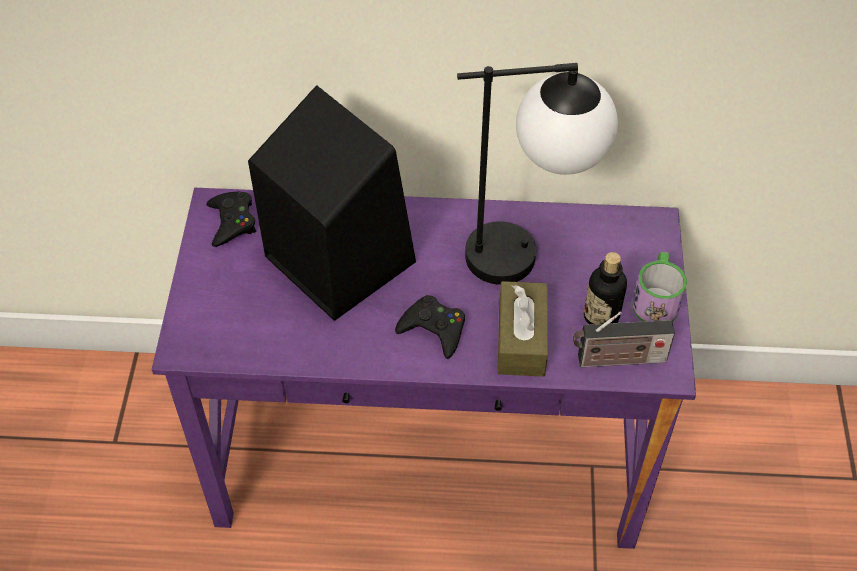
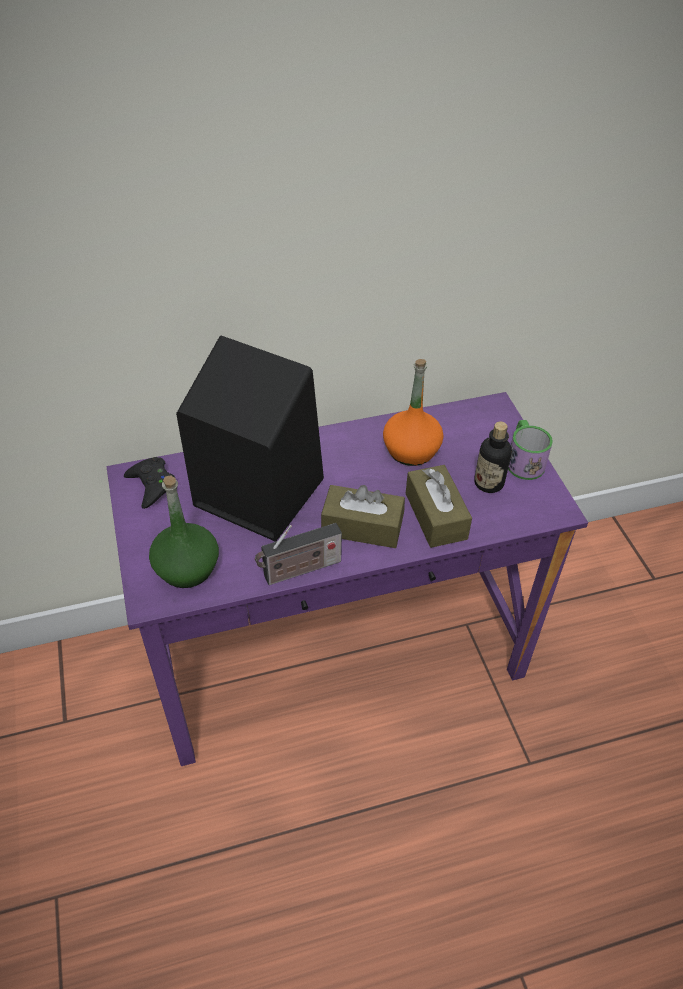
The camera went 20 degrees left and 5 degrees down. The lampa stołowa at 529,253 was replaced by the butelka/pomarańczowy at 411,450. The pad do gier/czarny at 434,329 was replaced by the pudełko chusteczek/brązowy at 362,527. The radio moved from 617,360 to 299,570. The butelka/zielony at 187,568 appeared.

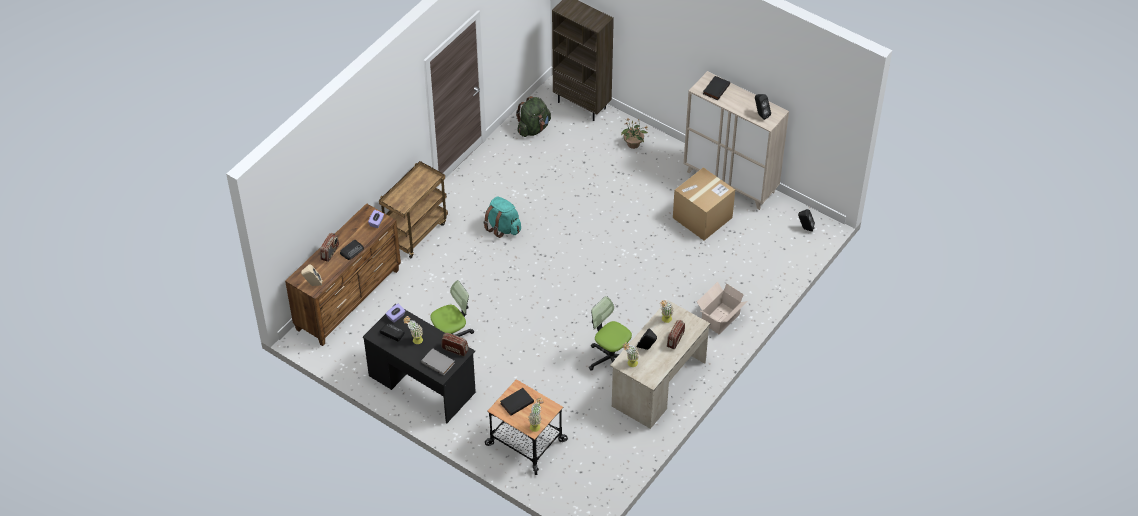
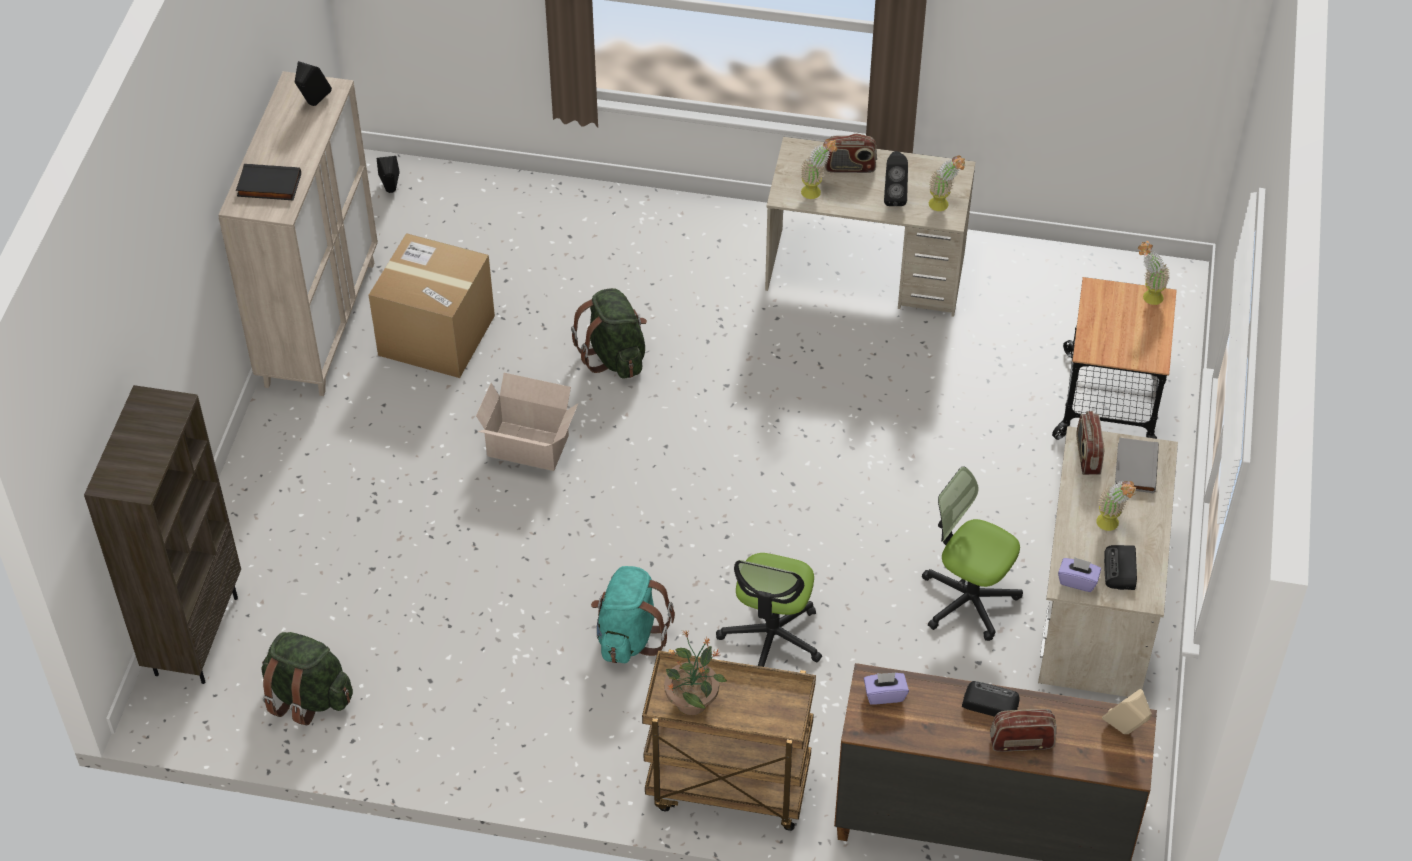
The camera went 115 degrees left and 0 degrees up. The roślina doniczkowa moved from 633,144 to 692,700. The karton moved from 719,319 to 530,447. The krzesło biurowe moved from 610,358 to 771,637. The biurko/czarny at 422,384 became the biurko/beżowy at 1097,604. The książka/czarny at 516,402 disappeared. The plecak/zielony at 614,356 appeared.

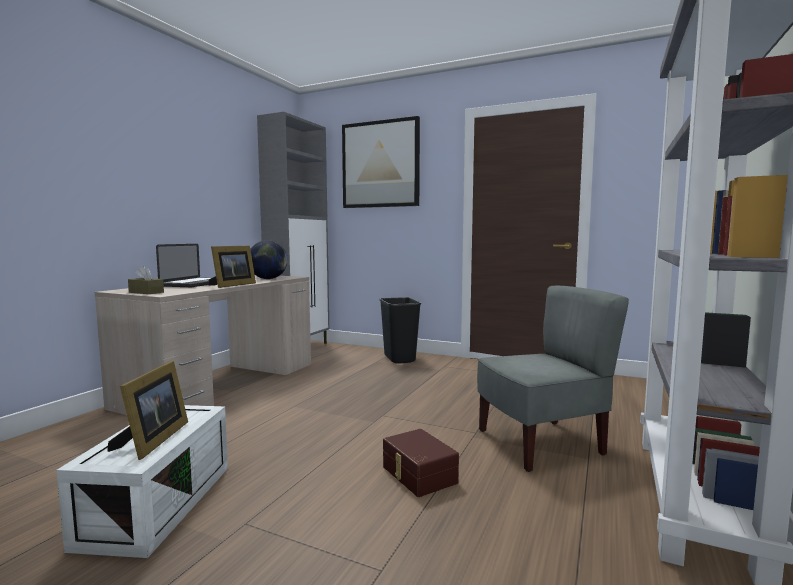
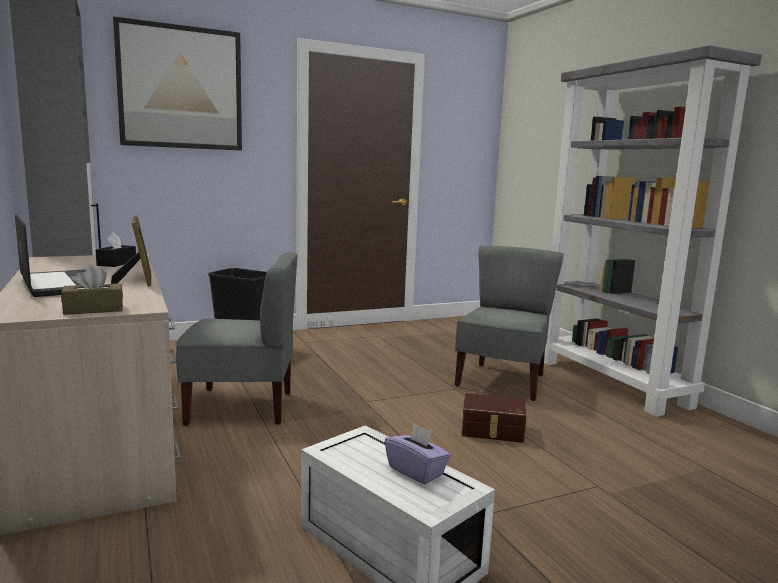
The camera went 50 degrees left and 5 degrees up. The globus at 268,279 was replaced by the pudełko chusteczek/czarny at 117,263. The ramka na zdjęcie at 153,440 was replaced by the pudełko chusteczek/fioletowy at 416,471. The krzesło/szary at 241,407 appeared.

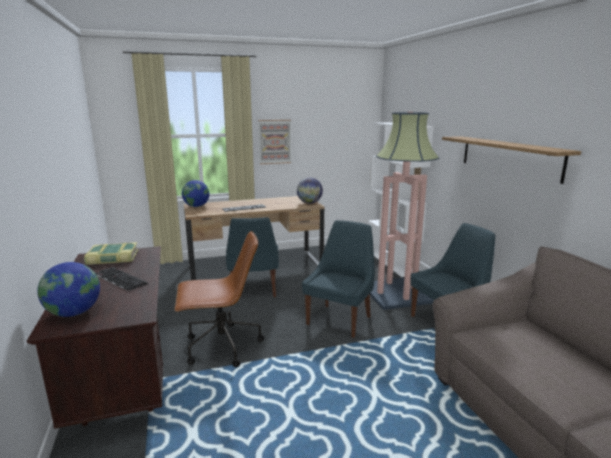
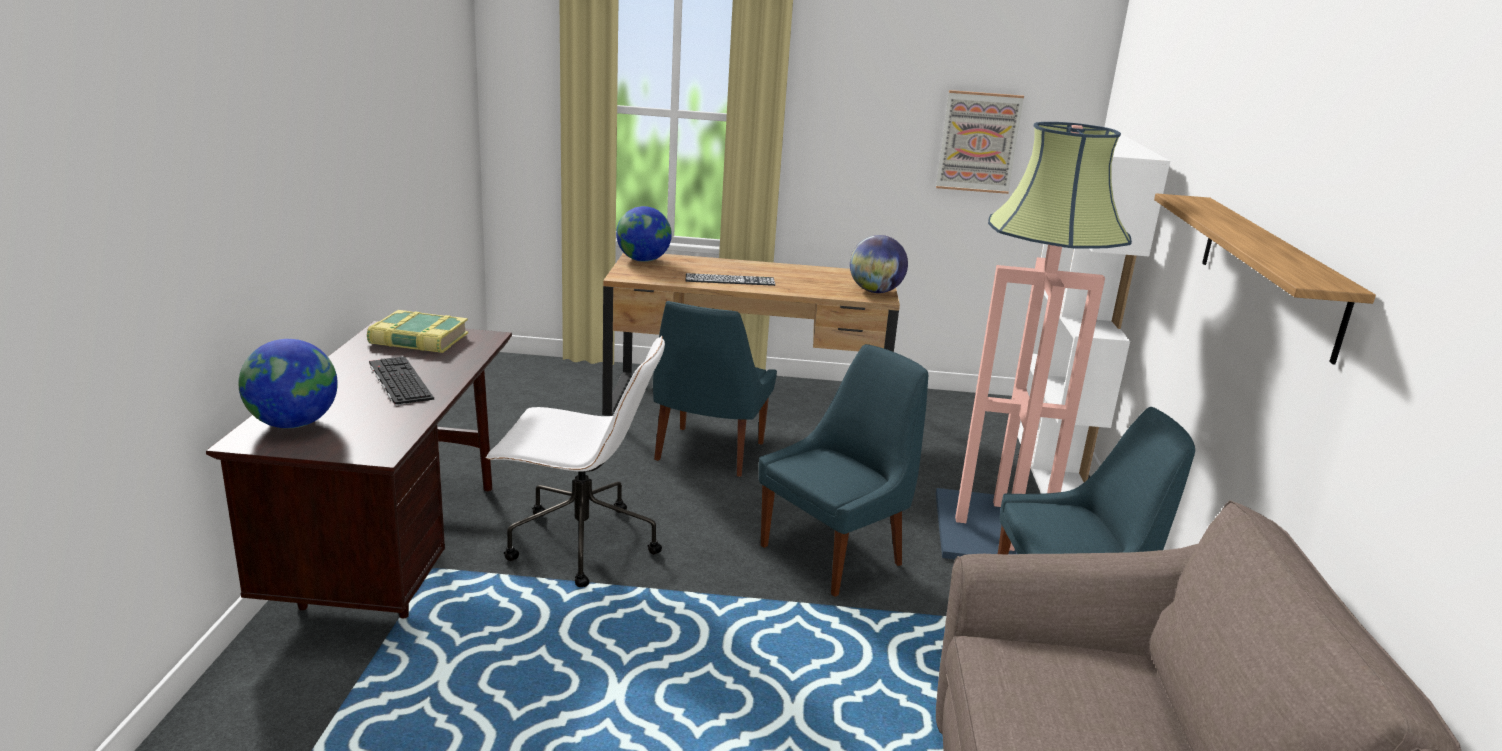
The camera went 20 degrees right and 5 degrees up. The obraz moved from 275,141 to 978,142. The krzesło biurowe/brązowy at 221,346 became the krzesło biurowe/biały at 579,544.

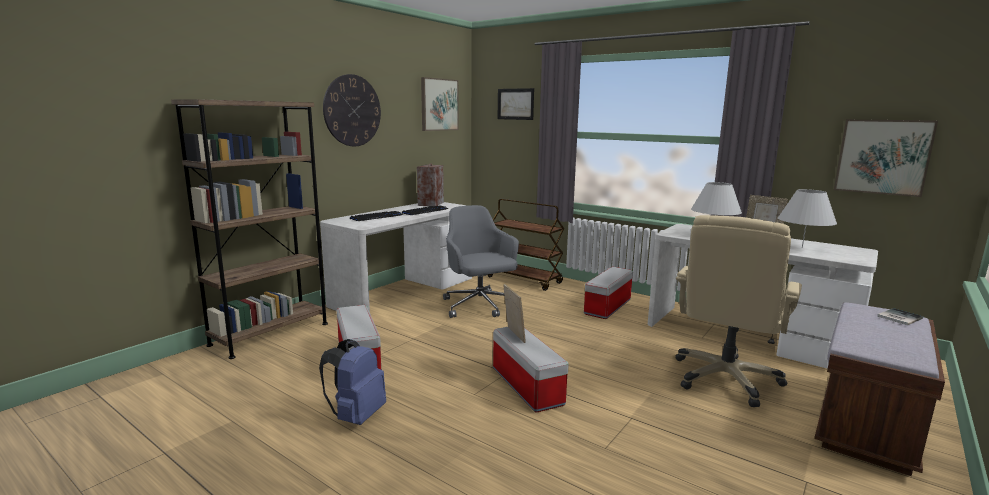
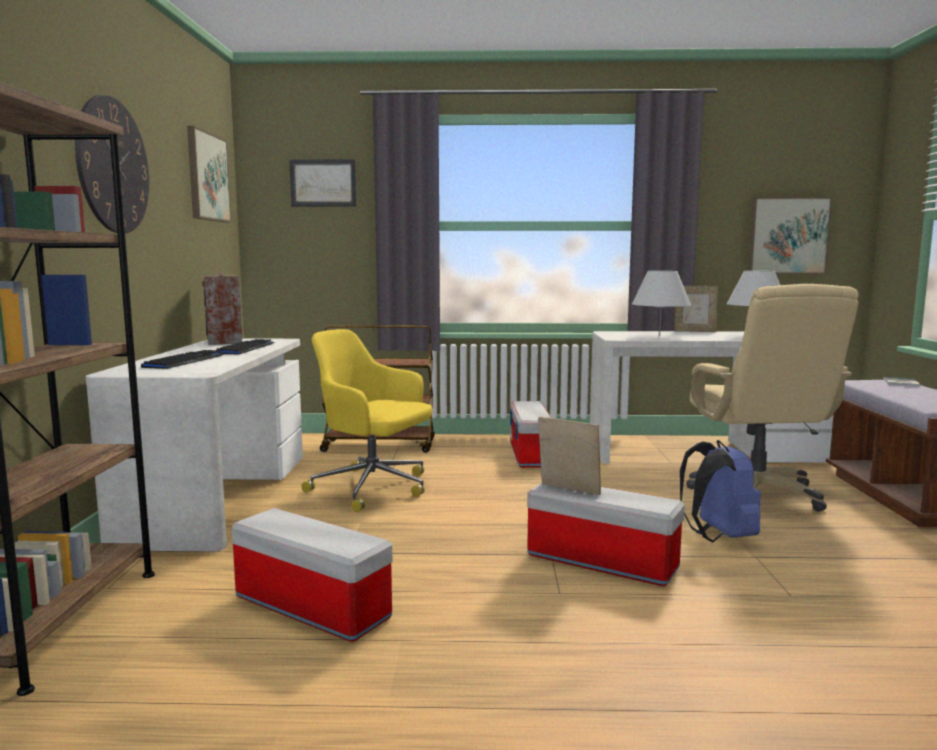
The camera went 35 degrees left and 5 degrees down. The krzesło biurowe/szary at 479,306 became the krzesło biurowe/żółty at 373,488. The plecak/niebieski moved from 356,416 to 718,536.

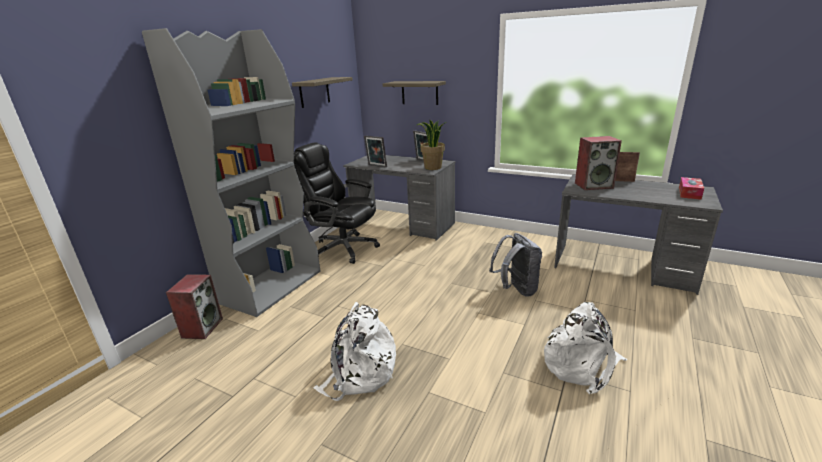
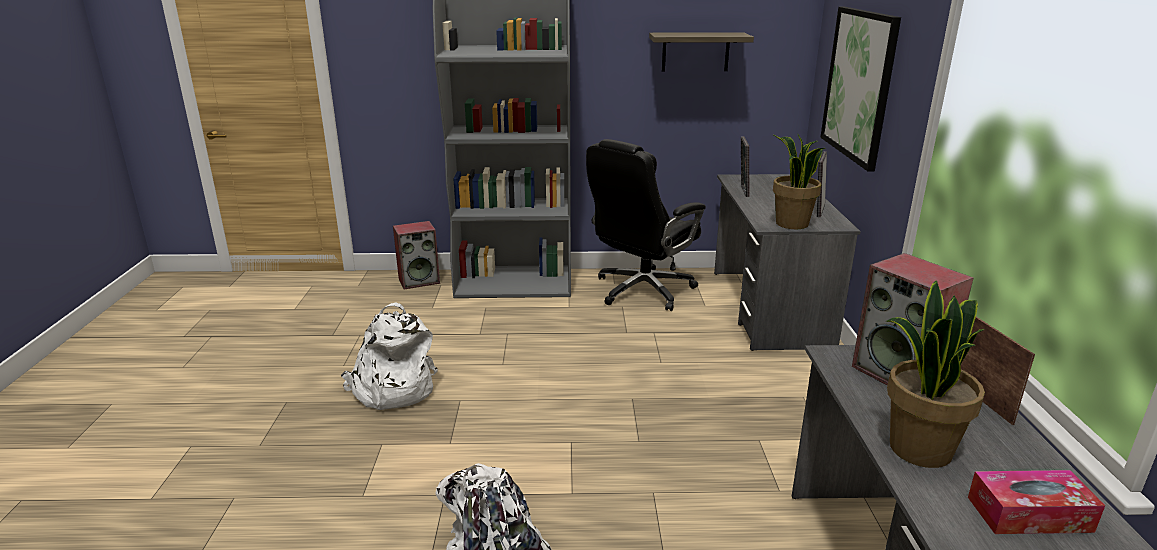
The camera went 60 degrees right and 0 degrees up. The półka at 419,92 was replaced by the obraz at 859,85. The krzesło biurowe/czarny at 343,248 turned 135 degrees counterclockwise. The plecak/szary at 516,290 disappeared. The roślina doniczkowa at 918,449 appeared.

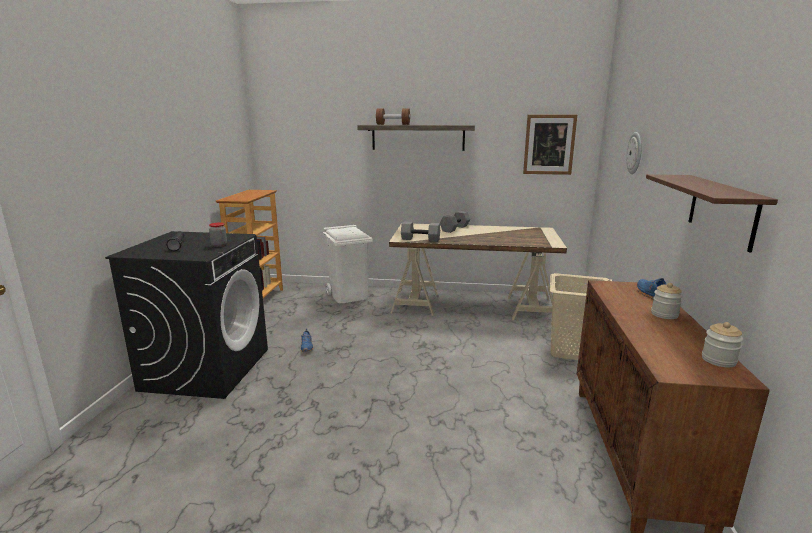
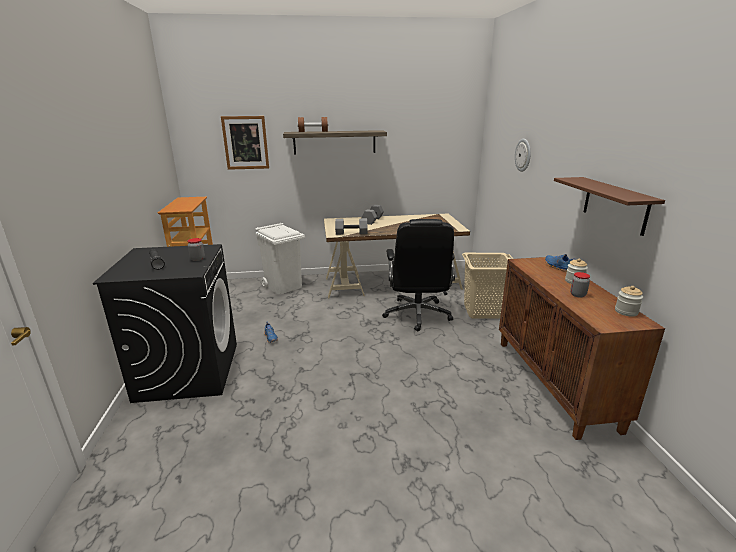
The camera went 15 degrees left and 5 degrees up. The obraz moved from 549,144 to 245,143. The krzesło biurowe/czarny at 417,315 appeared. The słoik at 578,295 appeared.

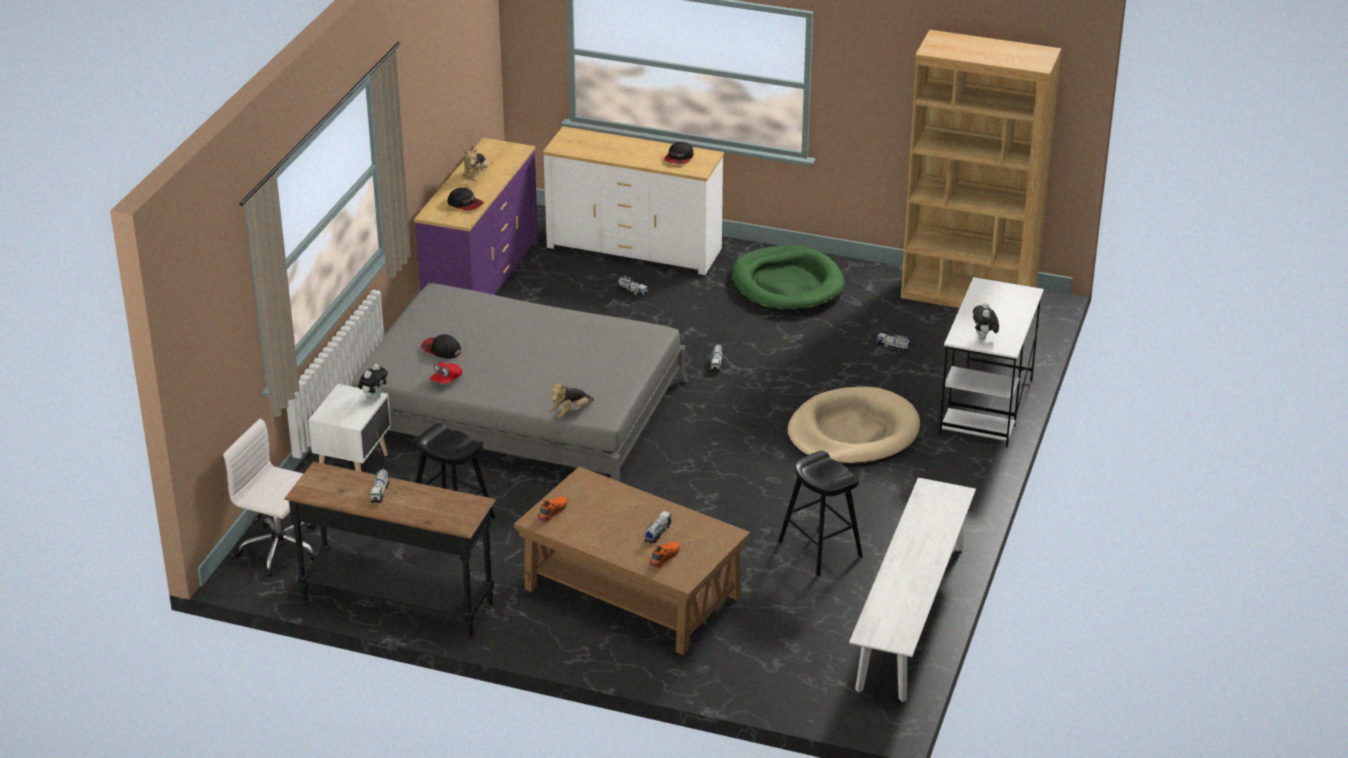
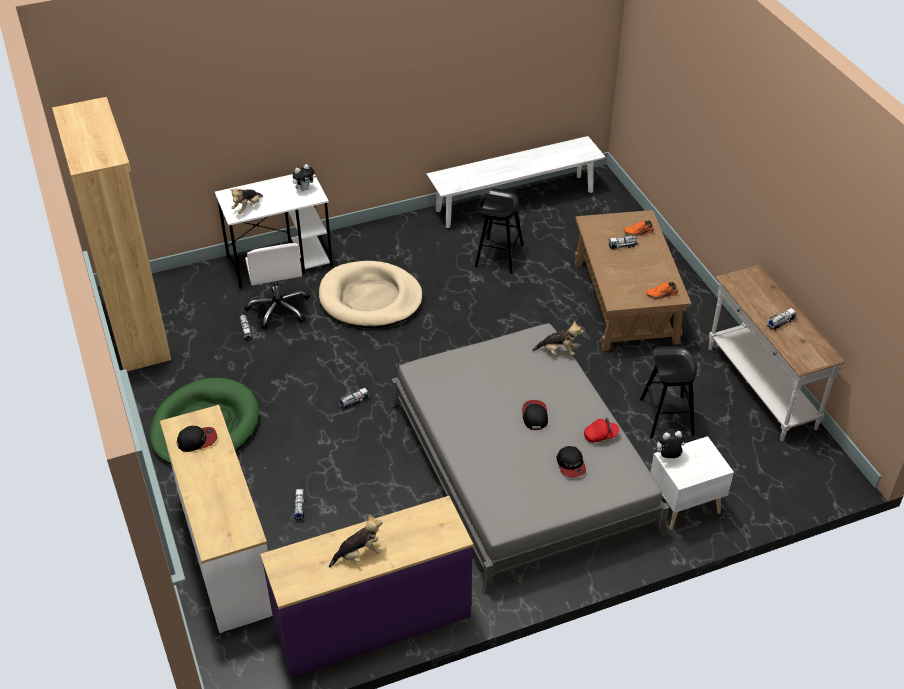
The camera went 130 degrees left and 10 degrees up. The czapka z daszkiem moved from 465,204 to 534,416. The krzesło biurowe/biały moved from 281,549 to 279,308. The stolik konsolowy/czarny at 398,600 became the stolik konsolowy/biały at 759,388. The pluszak at 247,208 appeared.

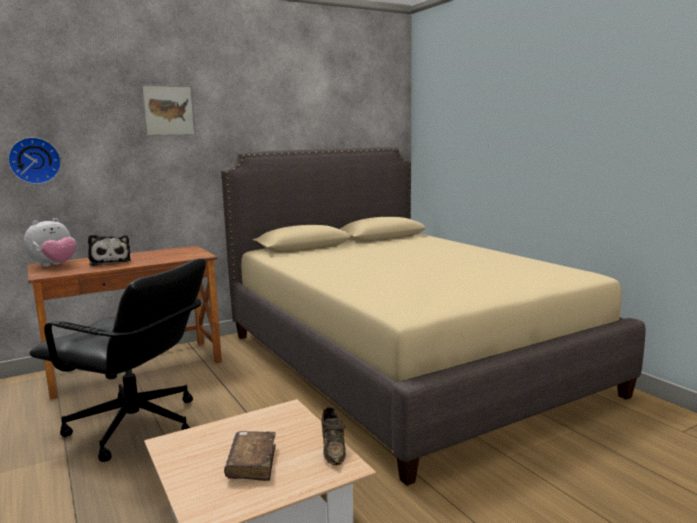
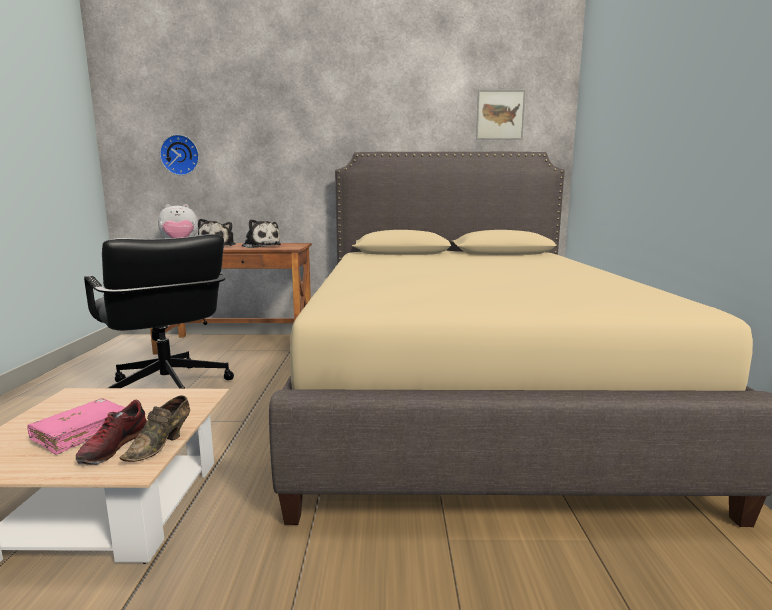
The camera went 30 degrees right and 0 degrees up. The obraz moved from 168,110 to 500,115. The książka/brązowy at 252,463 became the książka/różowy at 81,433. The pluszak at 260,246 appeared. The but at 113,446 appeared.

